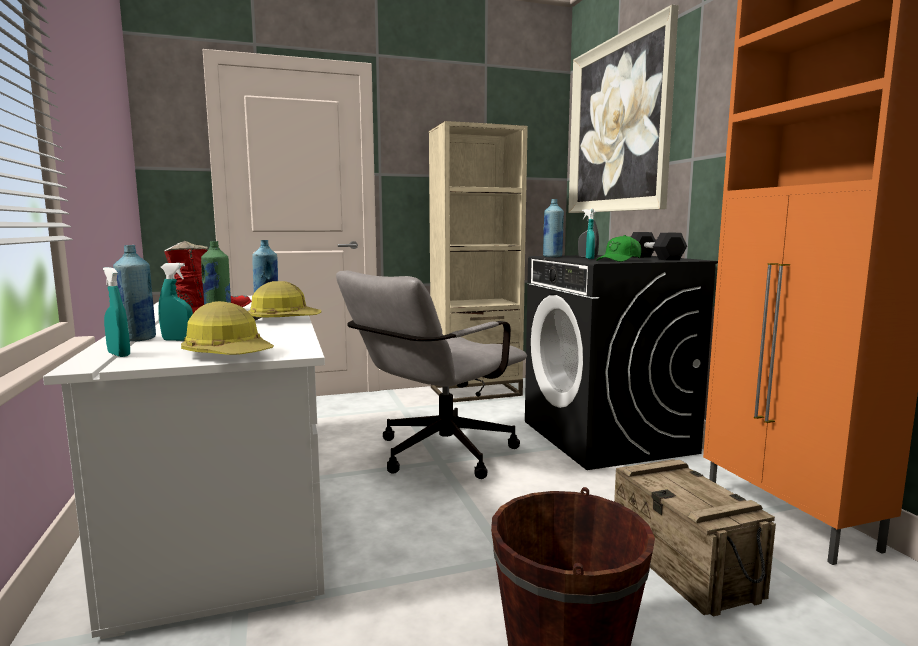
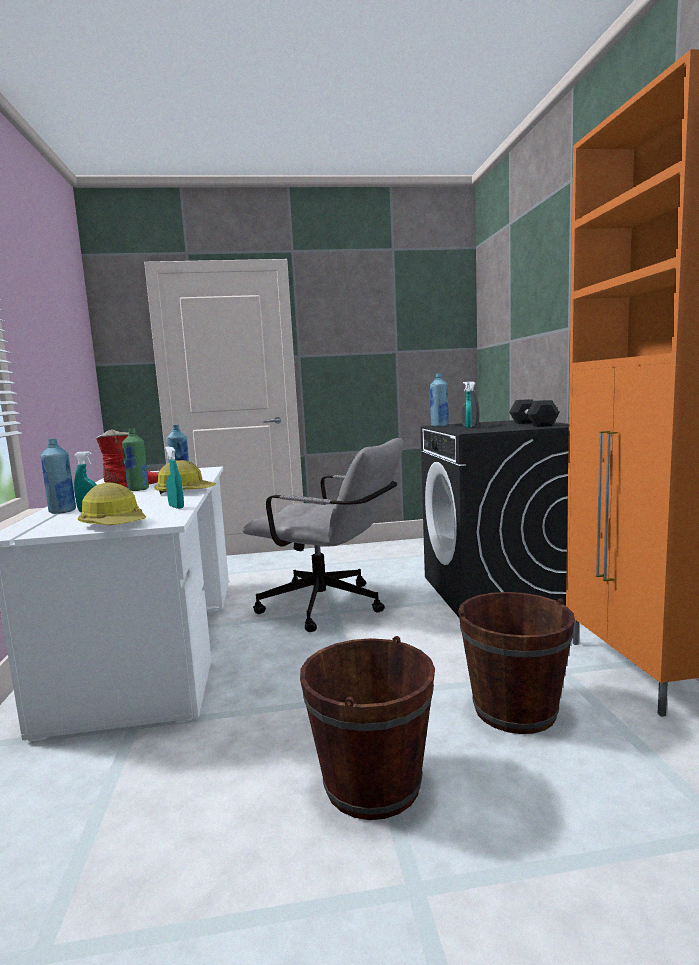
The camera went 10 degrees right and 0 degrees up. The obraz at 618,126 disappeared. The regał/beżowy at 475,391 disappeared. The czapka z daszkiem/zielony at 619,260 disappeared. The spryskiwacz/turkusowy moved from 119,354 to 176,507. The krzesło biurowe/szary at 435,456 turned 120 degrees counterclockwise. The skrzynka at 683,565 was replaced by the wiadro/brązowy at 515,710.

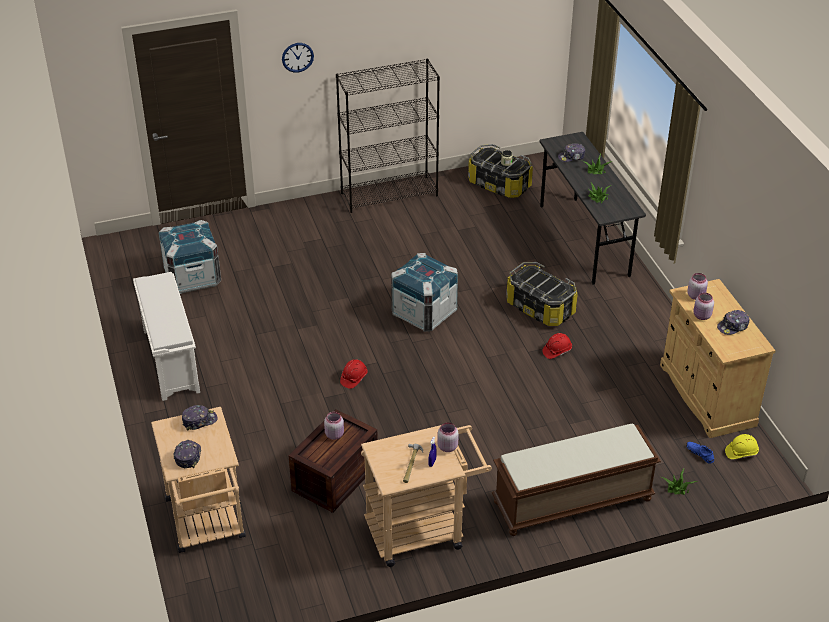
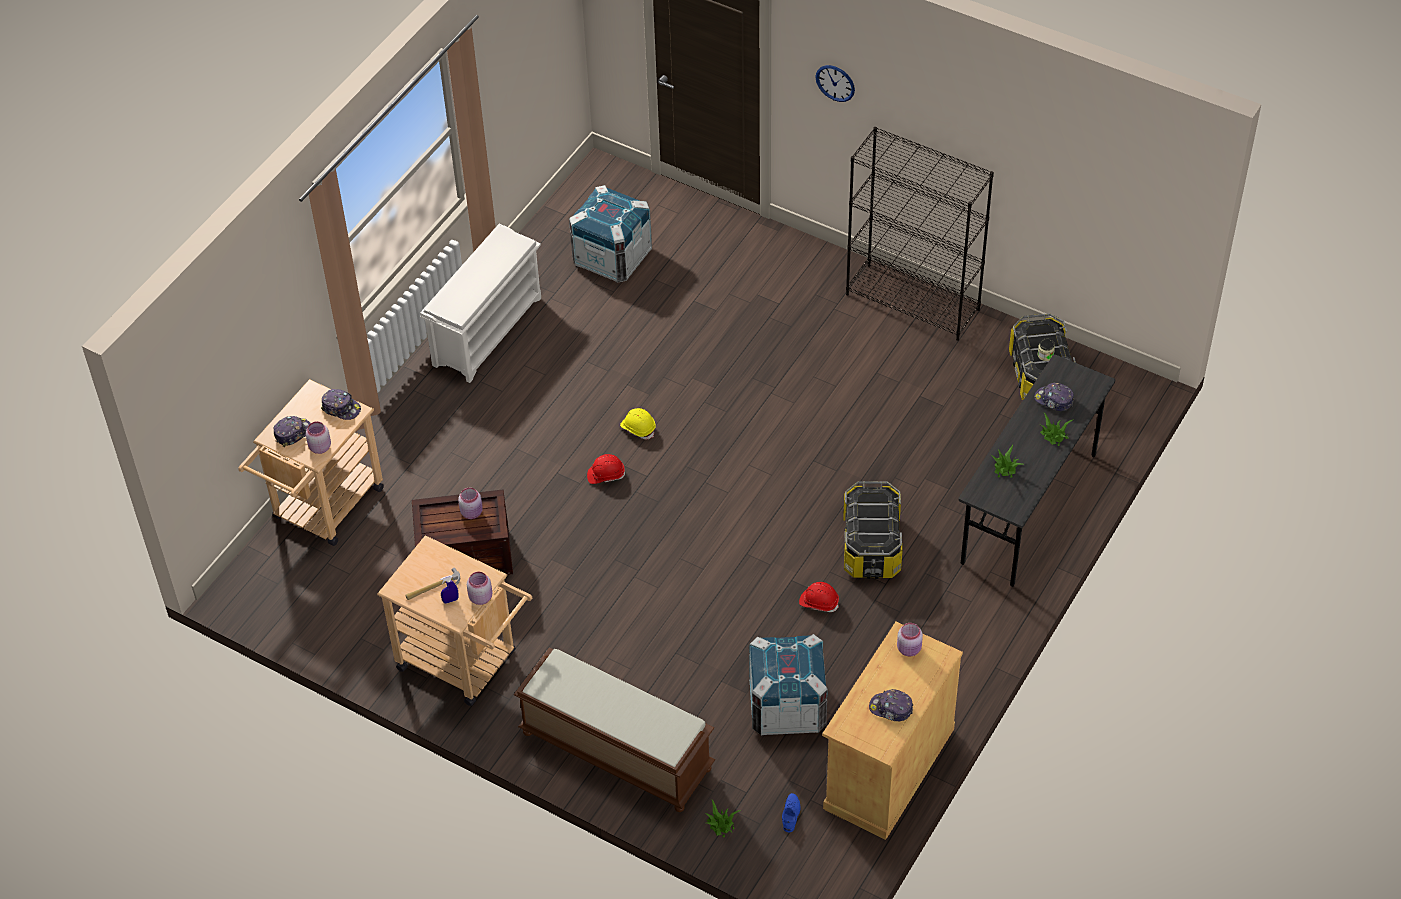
The camera went 50 degrees right and 10 degrees up. The skrzynka moved from 424,313 to 787,707. The słoik/różowy moved from 701,316 to 319,447. The kask/żółty moved from 741,452 to 638,428.

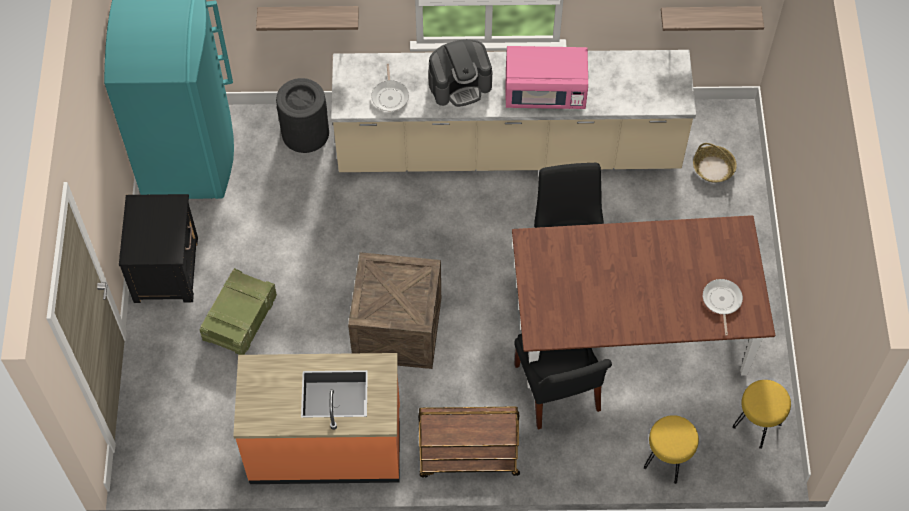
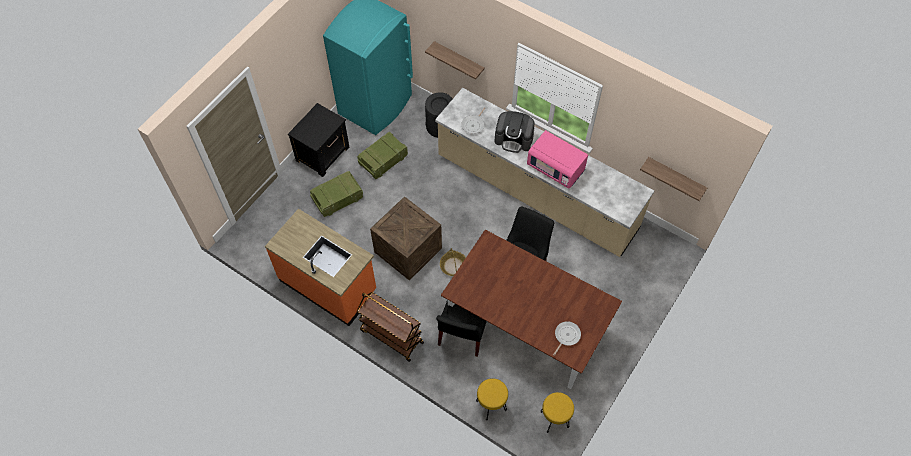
The camera went 35 degrees right and 0 degrees up. The koszyk moved from 713,168 to 453,266. The skrzynka at 383,161 appeared.

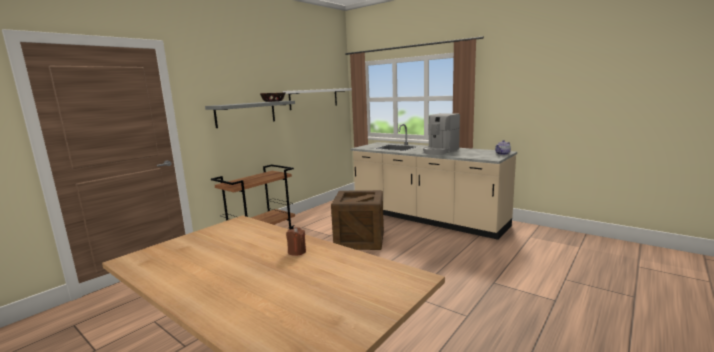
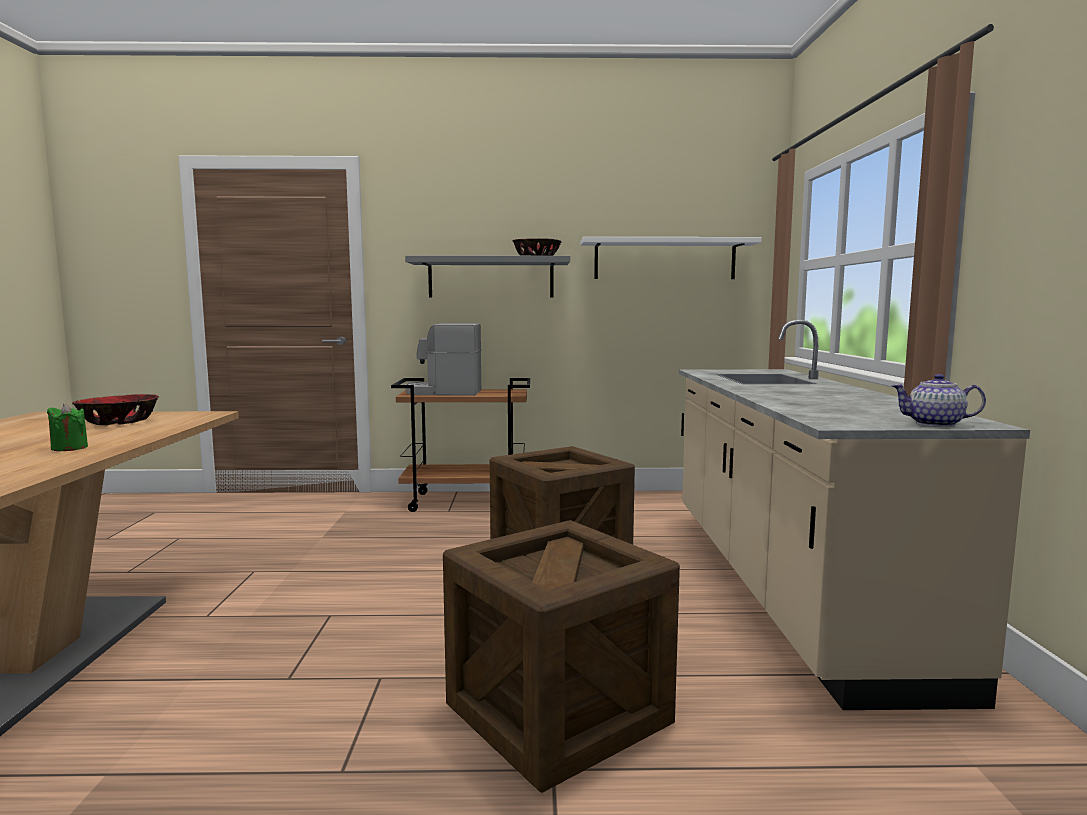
The camera went 50 degrees right and 5 degrees down. The ekspres do kawy moved from 440,151 to 444,392. The świeca/brązowy at 297,251 became the świeca/zielony at 69,448. The miska at 118,422 appeared. The skrzynka at 558,714 appeared.

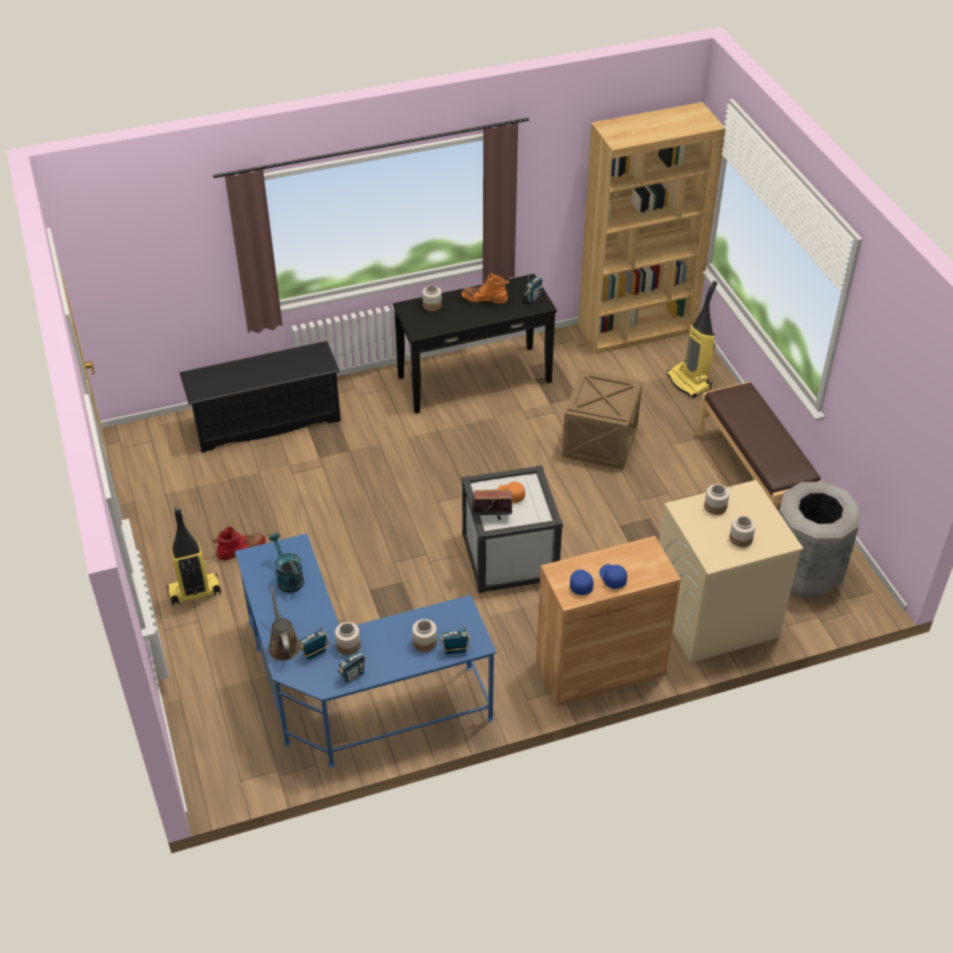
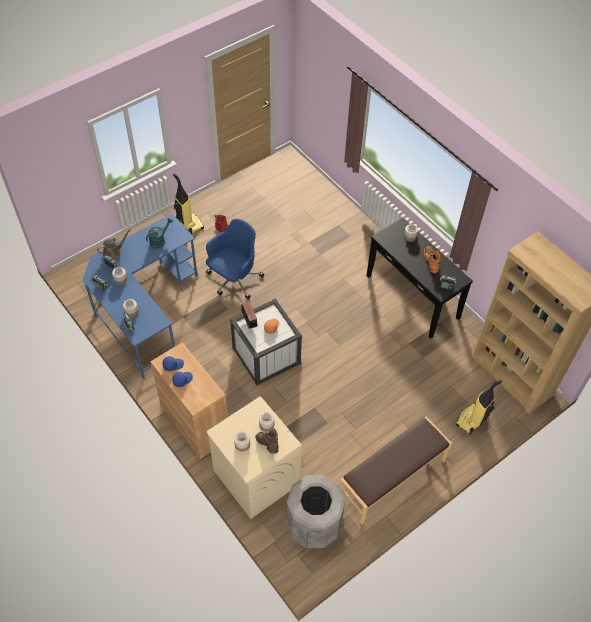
The camera went 70 degrees right and 10 degrees up. The regał na buty/czarny at 267,422 disappeared. The skrzynka at 600,441 disappeared. The krzesło biurowe/niebieski at 234,280 appeared. The but z cholewką/brązowy at 268,445 appeared.

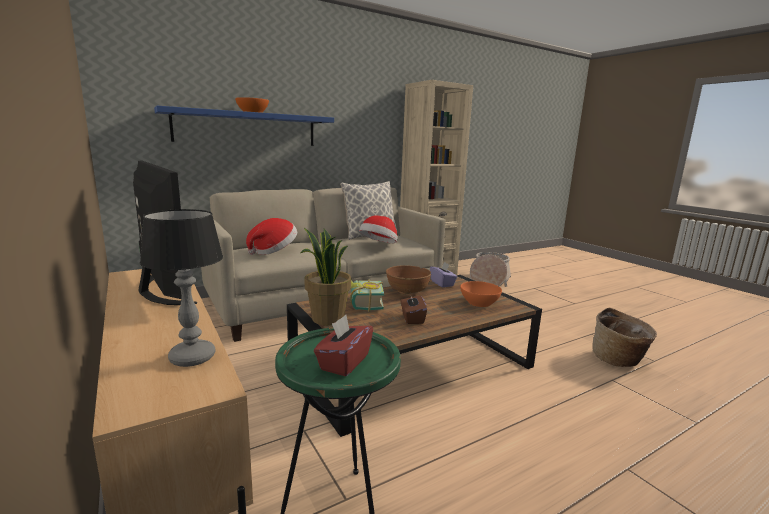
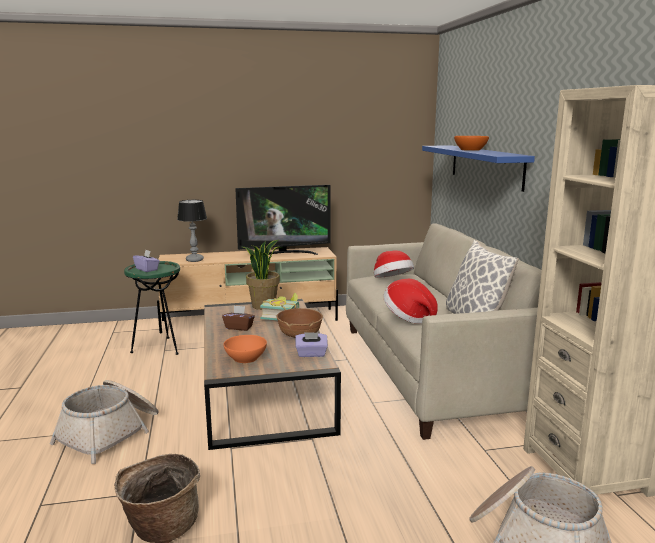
The camera went 110 degrees right and 0 degrees up. The pudełko chusteczek/czerwony at 344,362 became the pudełko chusteczek/fioletowy at 147,269. The koszyk at 110,433 appeared.

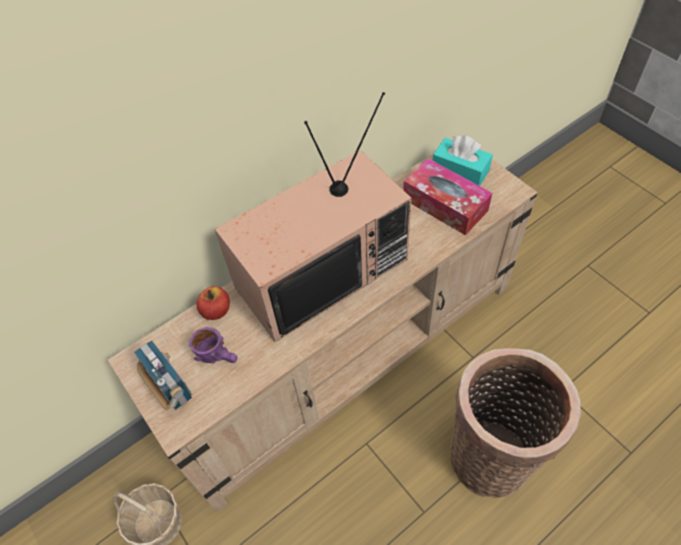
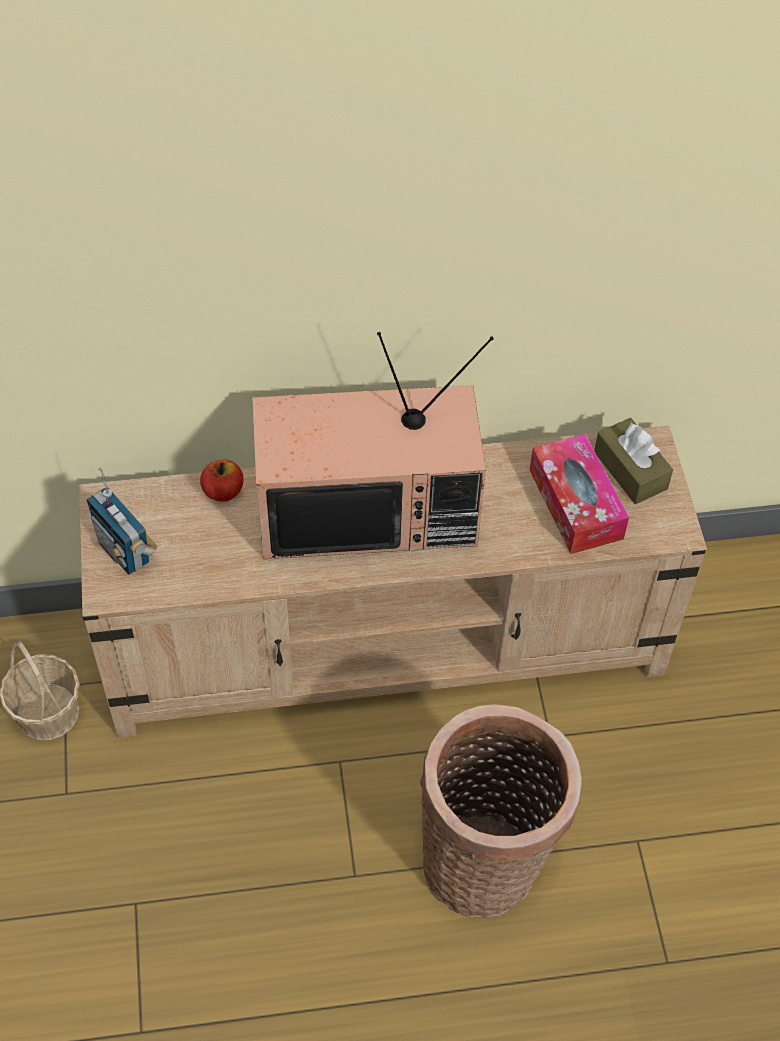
The camera went 25 degrees right and 0 degrees up. The pudełko chusteczek/turkusowy at 460,170 became the pudełko chusteczek/brązowy at 630,470. The kubek/fioletowy at 219,355 disappeared. The radio at 172,390 turned 150 degrees clockwise.

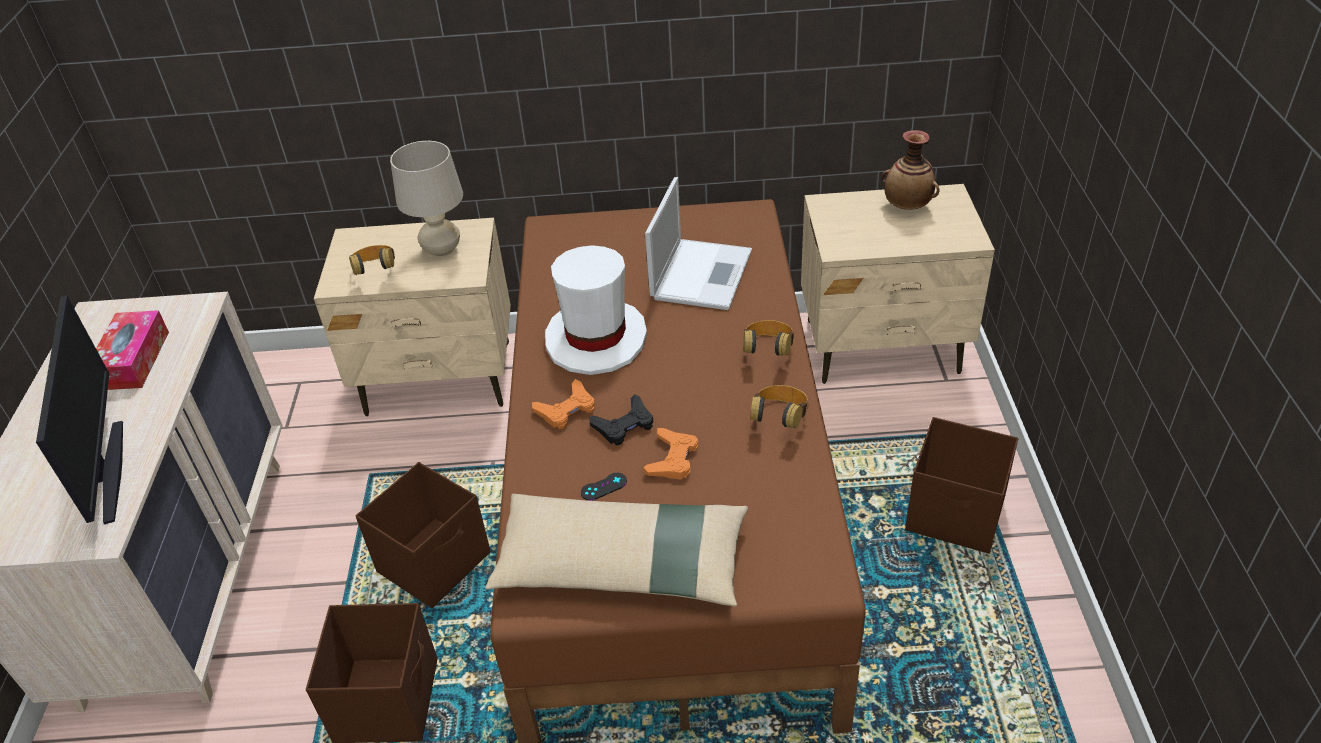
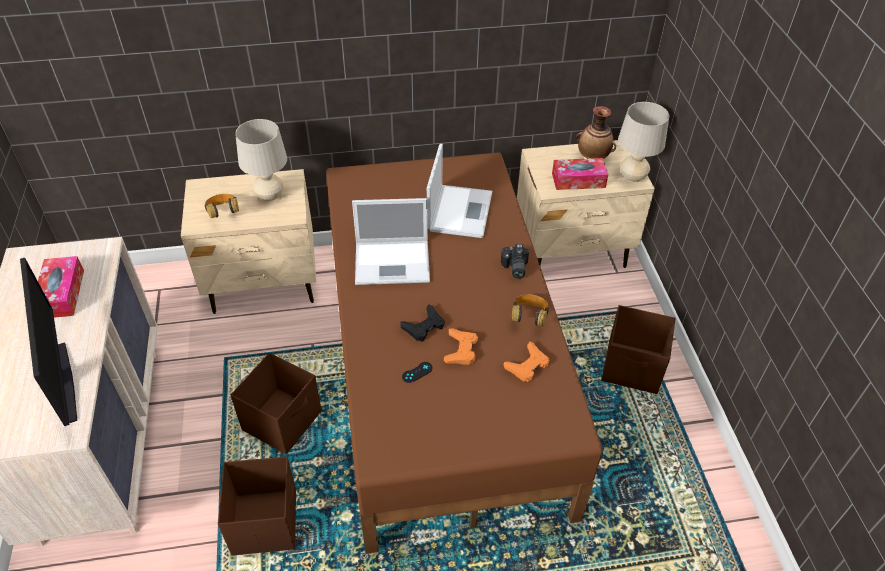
The camera went 10 degrees left and 5 degrees up. The kapelusz/biały at 596,339 was replaced by the laptop at 394,262. The słuchawki at 768,351 was replaced by the aparat fotograficzny at 514,268. The pad do gier/pomarańczowy moved from 566,410 to 527,365. The poduszka/beżowy at 622,564 disappeared. The lampa stołowa/beżowy at 633,177 appeared. The pudełko chusteczek at 578,180 appeared.

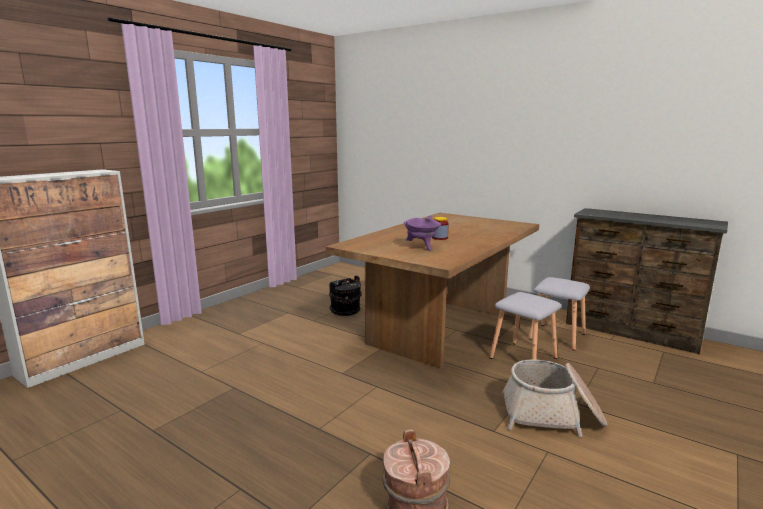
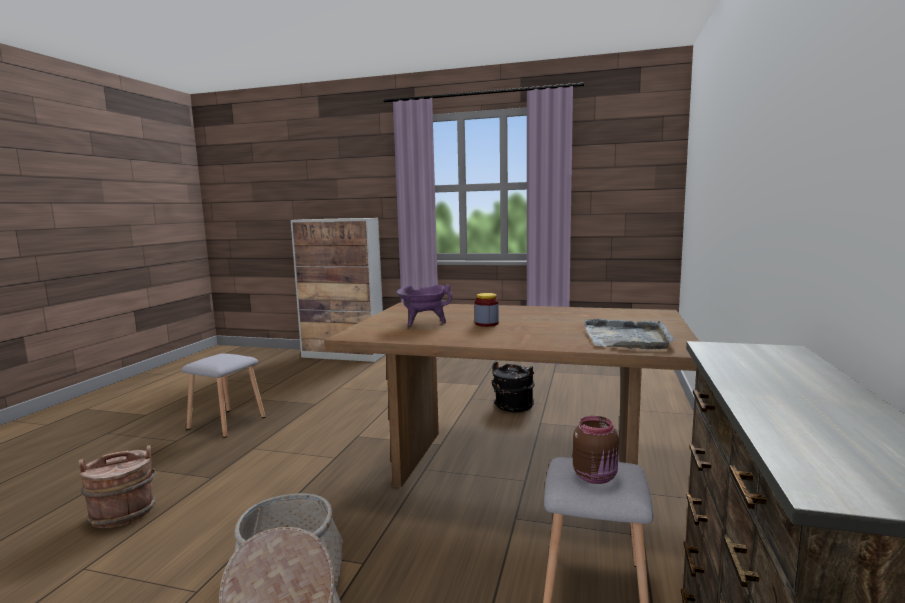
The camera went 70 degrees right and 5 degrees down. The stołek/szary moved from 524,358 to 226,423. The taca/szary at 627,338 appeared. The słoik/brązowy at 596,477 appeared.

